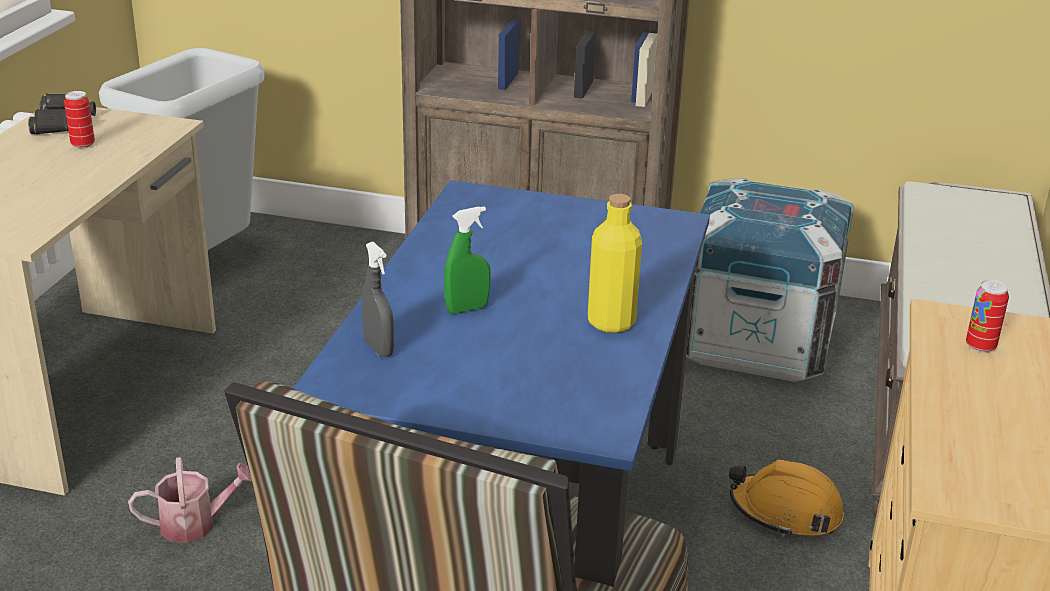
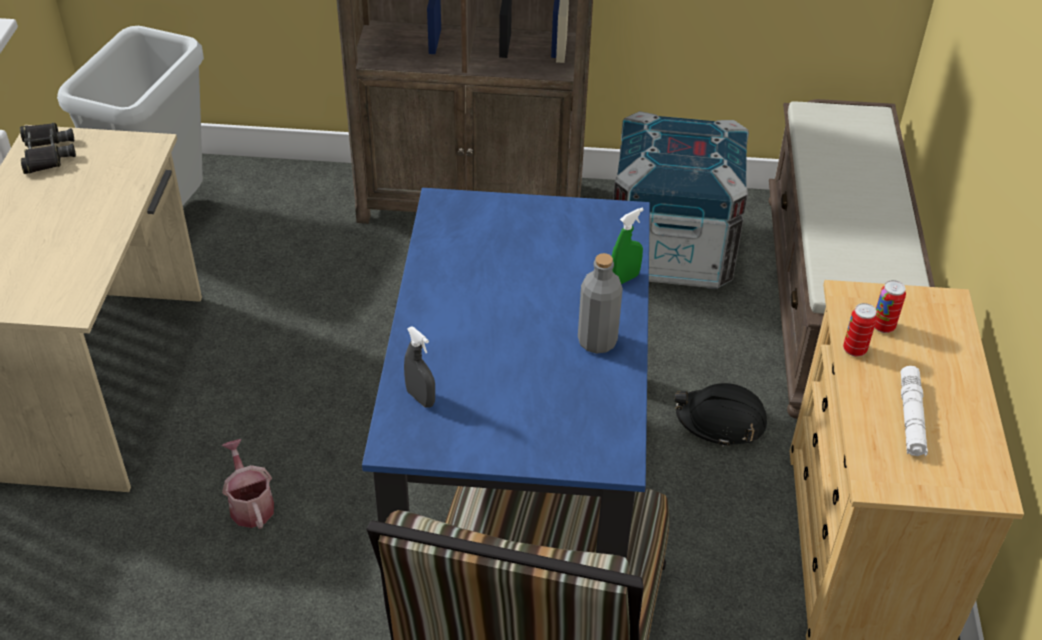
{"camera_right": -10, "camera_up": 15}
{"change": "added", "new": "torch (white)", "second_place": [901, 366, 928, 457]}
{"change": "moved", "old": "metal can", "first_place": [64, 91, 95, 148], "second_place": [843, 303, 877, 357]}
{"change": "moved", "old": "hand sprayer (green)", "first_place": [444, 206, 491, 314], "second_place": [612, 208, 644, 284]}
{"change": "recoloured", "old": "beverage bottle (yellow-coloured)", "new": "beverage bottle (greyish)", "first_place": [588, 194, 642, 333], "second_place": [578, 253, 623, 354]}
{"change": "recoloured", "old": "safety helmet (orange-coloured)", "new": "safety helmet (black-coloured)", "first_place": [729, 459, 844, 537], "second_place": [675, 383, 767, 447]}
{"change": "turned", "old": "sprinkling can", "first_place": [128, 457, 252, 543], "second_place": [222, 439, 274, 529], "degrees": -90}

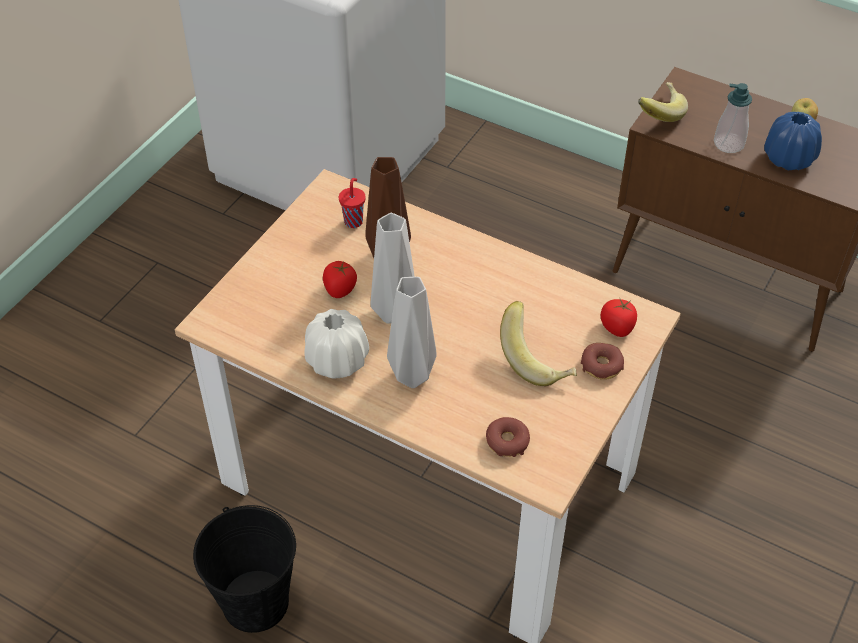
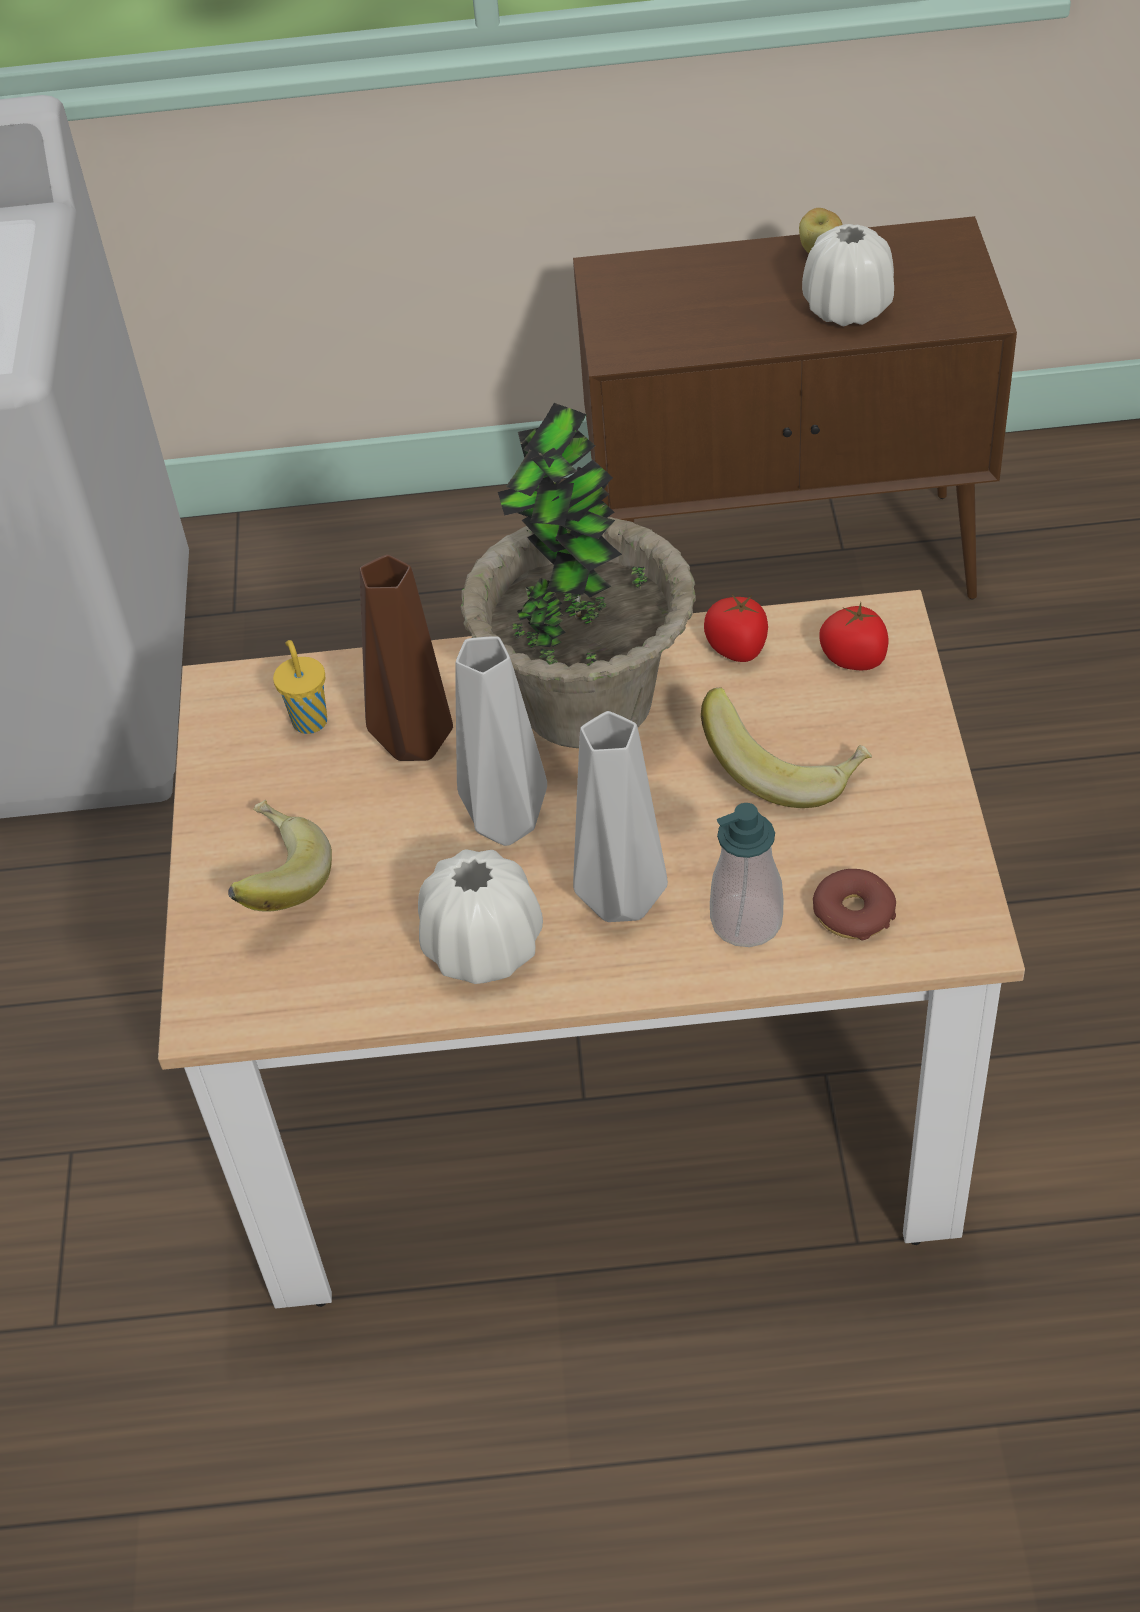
{"camera_right": -30, "camera_up": 0}
{"change": "removed", "old": "water bucket (black-coloured)", "first_place": [193, 505, 296, 633]}
{"change": "removed", "old": "donut", "first_place": [581, 343, 624, 380]}
{"change": "added", "new": "potted plant", "second_place": [460, 403, 696, 748]}
{"change": "moved", "old": "whole tomato", "first_place": [323, 261, 357, 298], "second_place": [704, 594, 768, 662]}
{"change": "moved", "old": "banana", "first_place": [638, 82, 688, 122], "second_place": [228, 800, 332, 912]}
{"change": "moved", "old": "soap bottle", "first_place": [714, 83, 752, 153], "second_place": [710, 803, 783, 947]}
{"change": "recoloured", "old": "cup (red-coloured)", "new": "cup (yellow-coloured)", "first_place": [339, 178, 366, 228], "second_place": [273, 640, 327, 734]}
{"change": "recoloured", "old": "vase (blue-coloured)", "new": "vase (white)", "first_place": [764, 112, 822, 170], "second_place": [802, 224, 894, 326]}

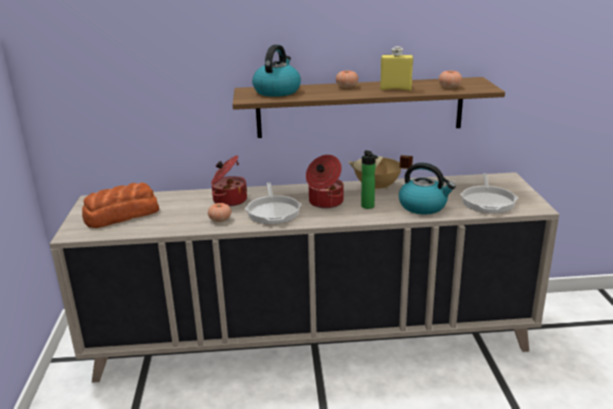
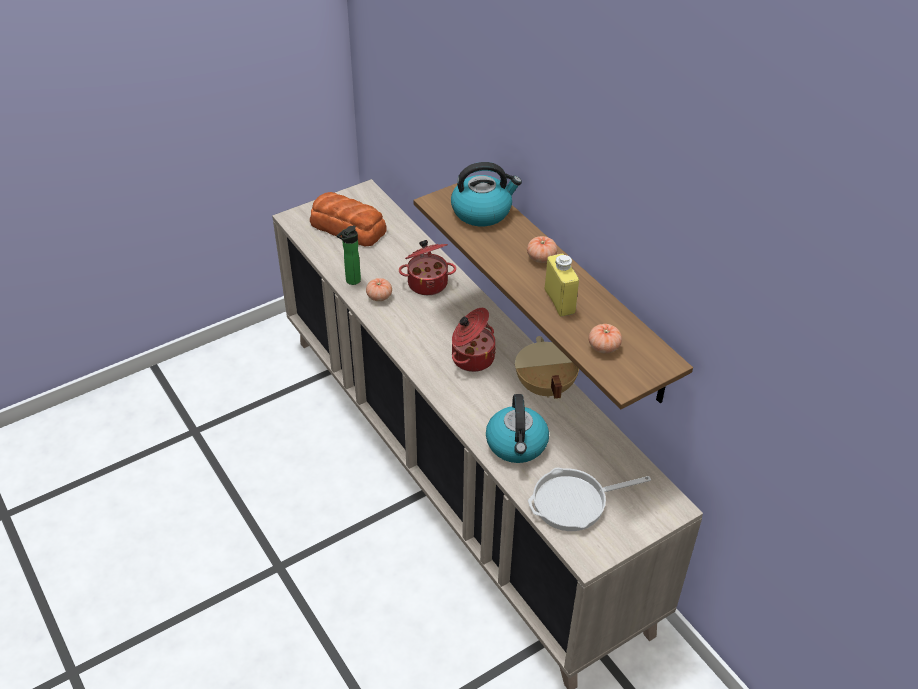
{"camera_right": 60, "camera_up": 20}
{"change": "removed", "old": "pan", "first_place": [245, 182, 302, 224]}
{"change": "moved", "old": "beverage bottle", "first_place": [361, 150, 378, 209], "second_place": [337, 225, 361, 285]}

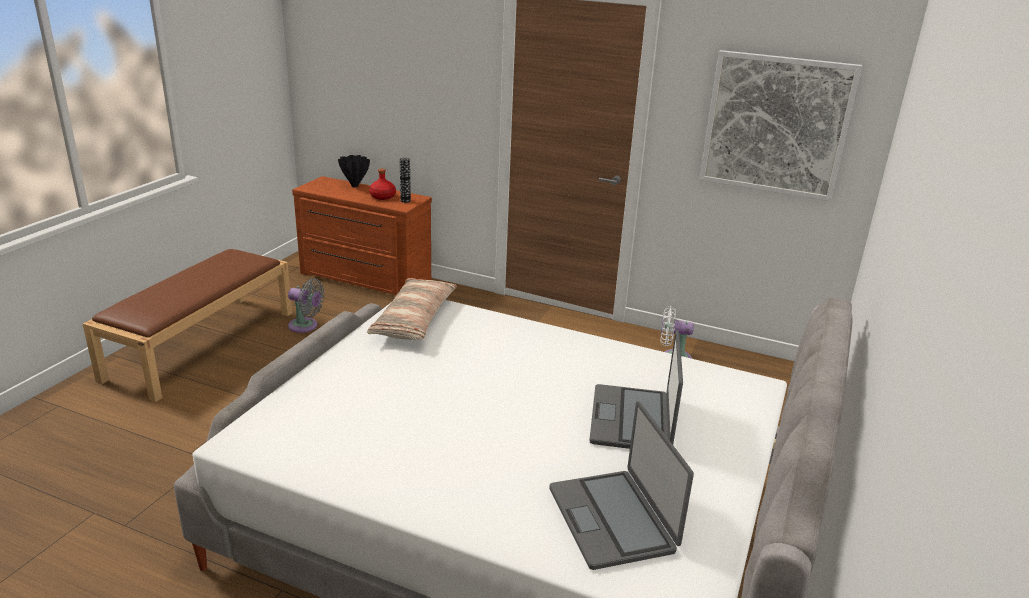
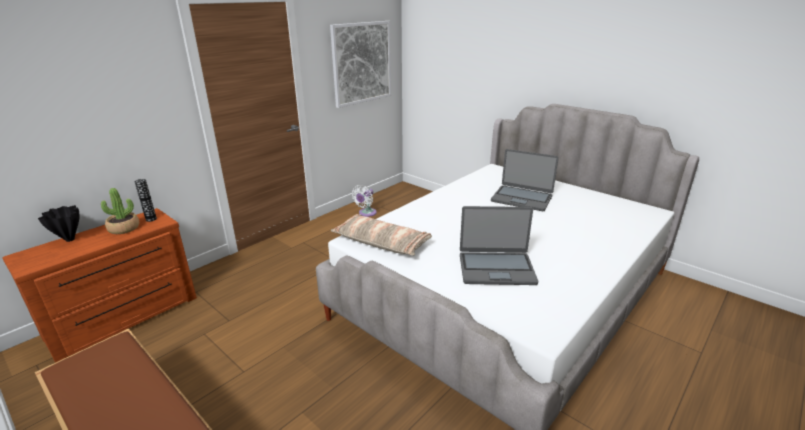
{"camera_right": -70, "camera_up": 0}
{"change": "removed", "old": "fan (greyish)", "first_place": [288, 279, 325, 333]}
{"change": "moved", "old": "laptop", "first_place": [549, 401, 694, 570], "second_place": [460, 206, 538, 285]}
{"change": "replaced", "old": "beverage bottle (red-coloured)", "new": "potted plant", "first_place": [369, 169, 396, 200], "second_place": [101, 188, 139, 234]}

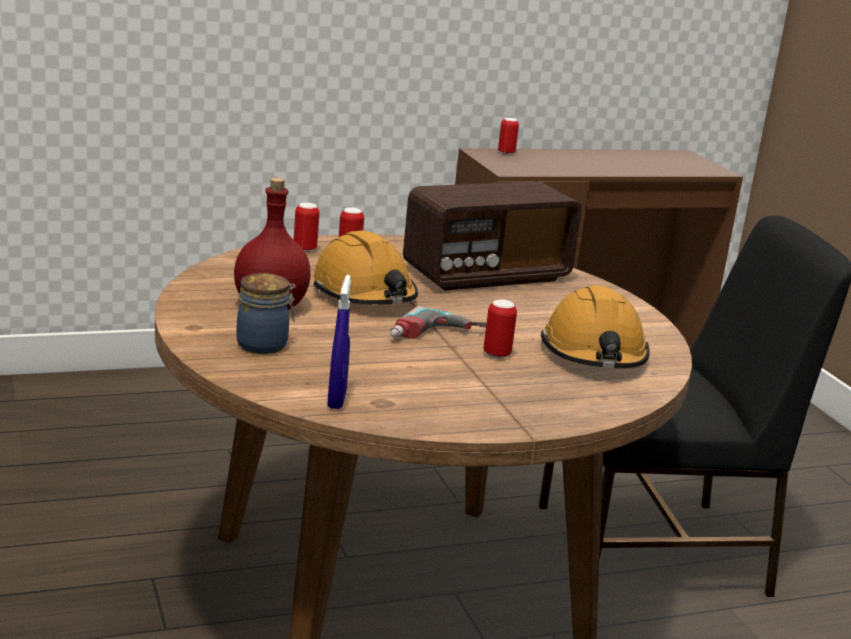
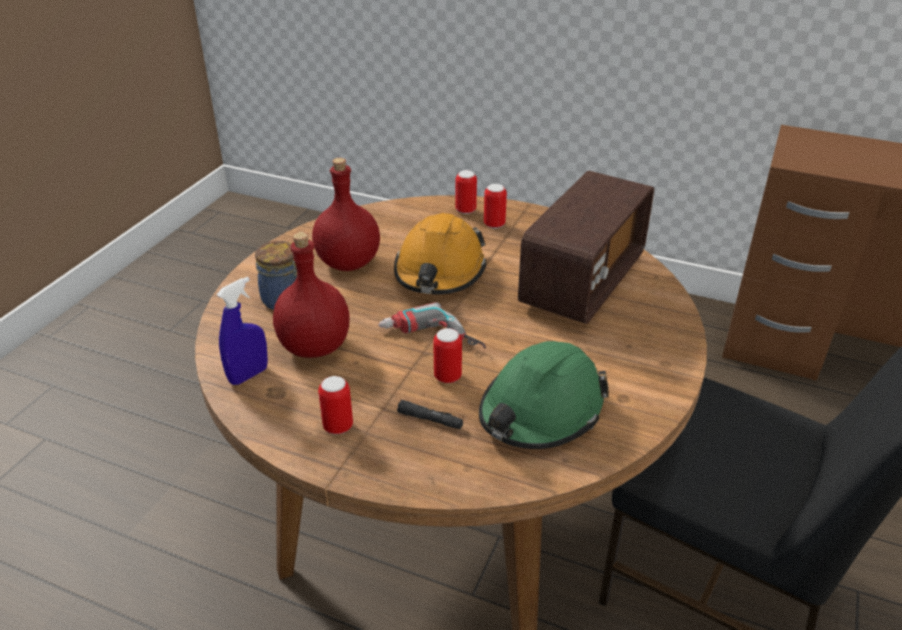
{"camera_right": 45, "camera_up": 15}
{"change": "added", "new": "beverage bottle (red-coloured)", "second_place": [273, 232, 350, 358]}
{"change": "added", "new": "torch (black-coloured)", "second_place": [397, 400, 463, 429]}
{"change": "moved", "old": "metal can", "first_place": [498, 118, 519, 155], "second_place": [318, 376, 353, 435]}
{"change": "recoloured", "old": "safety helmet (orange-coloured)", "new": "safety helmet (green)", "first_place": [541, 285, 649, 368], "second_place": [478, 341, 609, 449]}
{"change": "turned", "old": "radio", "first_place": [403, 181, 582, 291], "second_place": [518, 171, 654, 324], "degrees": -75}

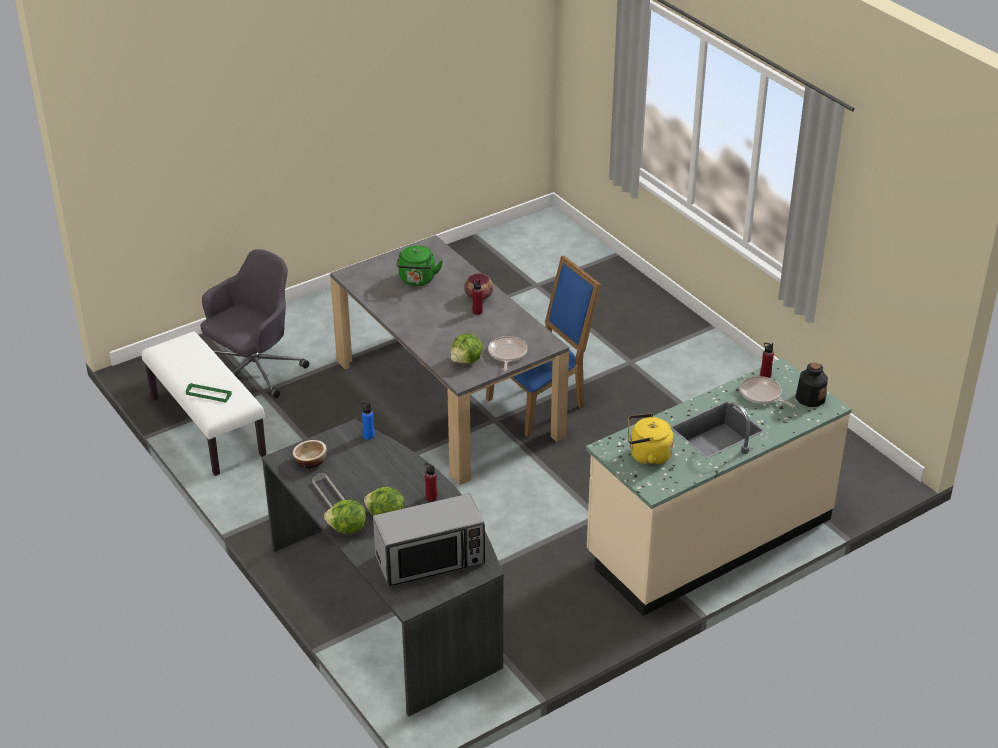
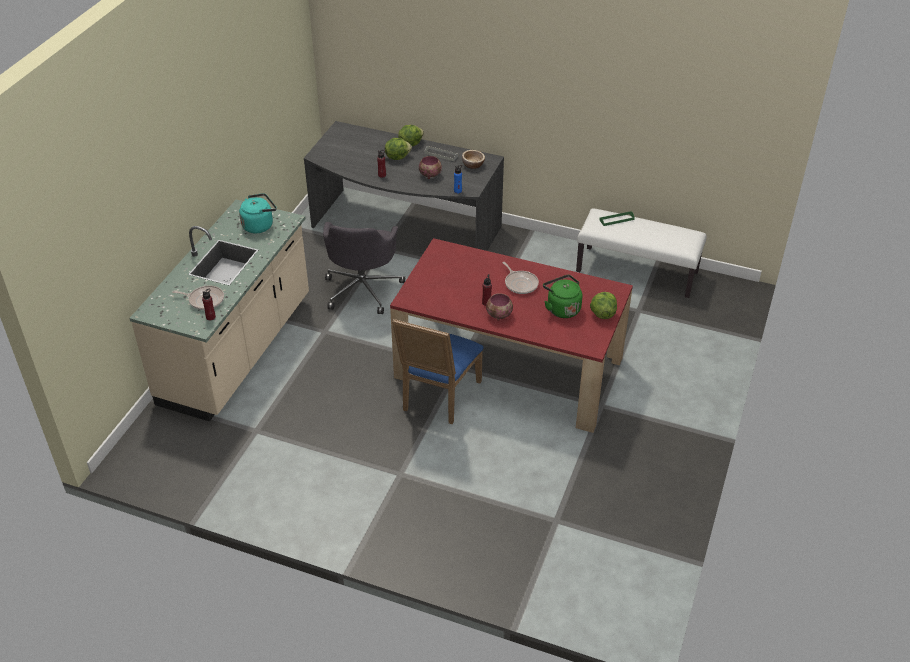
{"camera_right": 145, "camera_up": 5}
{"change": "removed", "old": "microwave oven", "first_place": [373, 494, 485, 586]}
{"change": "removed", "old": "beverage bottle", "first_place": [795, 362, 828, 407]}
{"change": "added", "new": "bowl", "second_place": [419, 156, 442, 179]}
{"change": "moved", "old": "computer chair (greyish)", "first_place": [200, 249, 309, 398], "second_place": [323, 222, 405, 314]}
{"change": "moved", "old": "lettuce", "first_place": [451, 333, 483, 364], "second_place": [590, 292, 617, 319]}
{"change": "moved", "old": "pan", "first_place": [488, 336, 527, 371], "second_place": [503, 262, 539, 294]}
{"change": "recoloured", "old": "kitchen table (greyish)", "new": "kitchen table (red-coloured)", "first_place": [330, 235, 569, 485], "second_place": [390, 238, 633, 433]}
{"change": "recoloured", "old": "kettle (yellow-coloured)", "new": "kettle (blue-green)", "first_place": [628, 413, 674, 466], "second_place": [239, 193, 277, 233]}

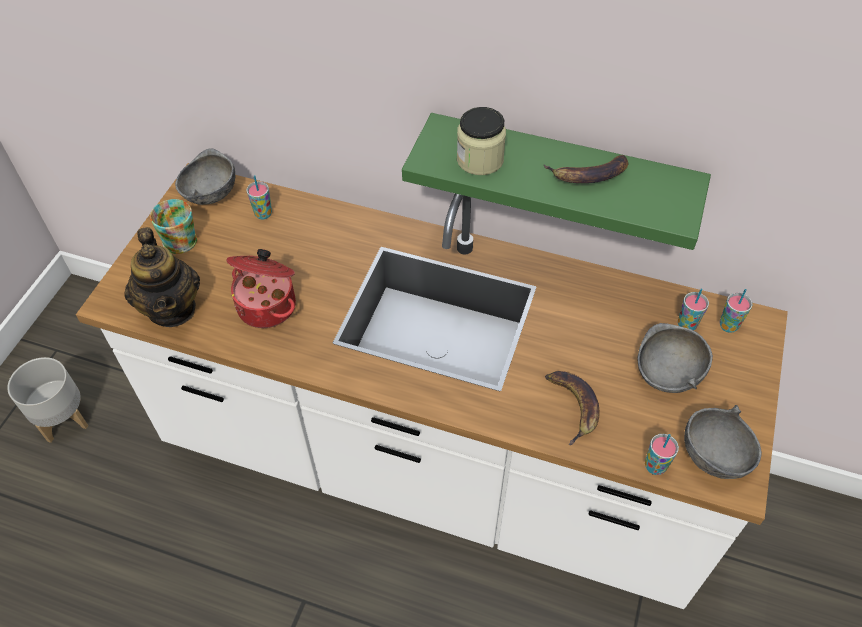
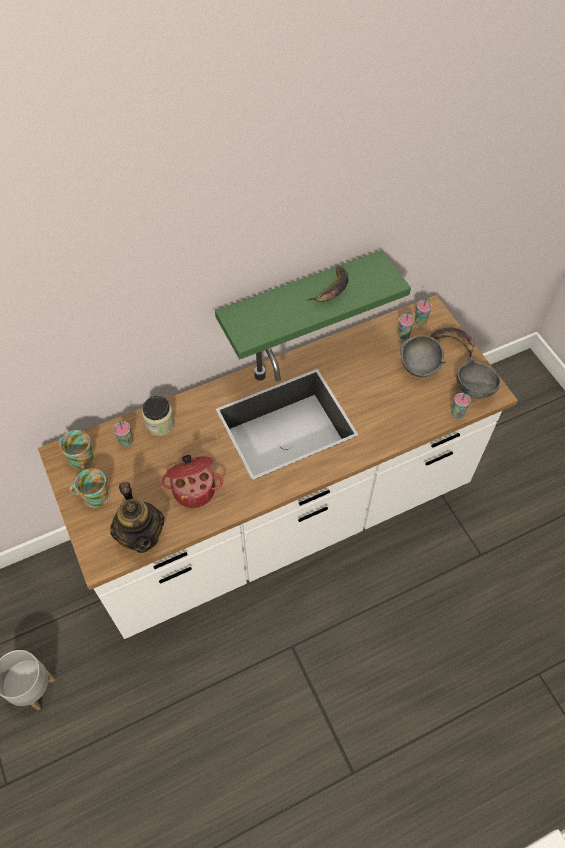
{"camera_right": -45, "camera_up": 5}
{"change": "moved", "old": "storage jar", "first_place": [457, 107, 506, 175], "second_place": [142, 396, 175, 436]}
{"change": "moved", "old": "banana", "first_place": [545, 371, 600, 445], "second_place": [430, 328, 475, 357]}
{"change": "replaced", "old": "bowl (greyish)", "new": "mug", "first_place": [175, 148, 235, 205], "second_place": [59, 430, 94, 469]}
{"change": "turned", "old": "tea pot", "first_place": [124, 227, 200, 327], "second_place": [110, 482, 165, 553], "degrees": 45}

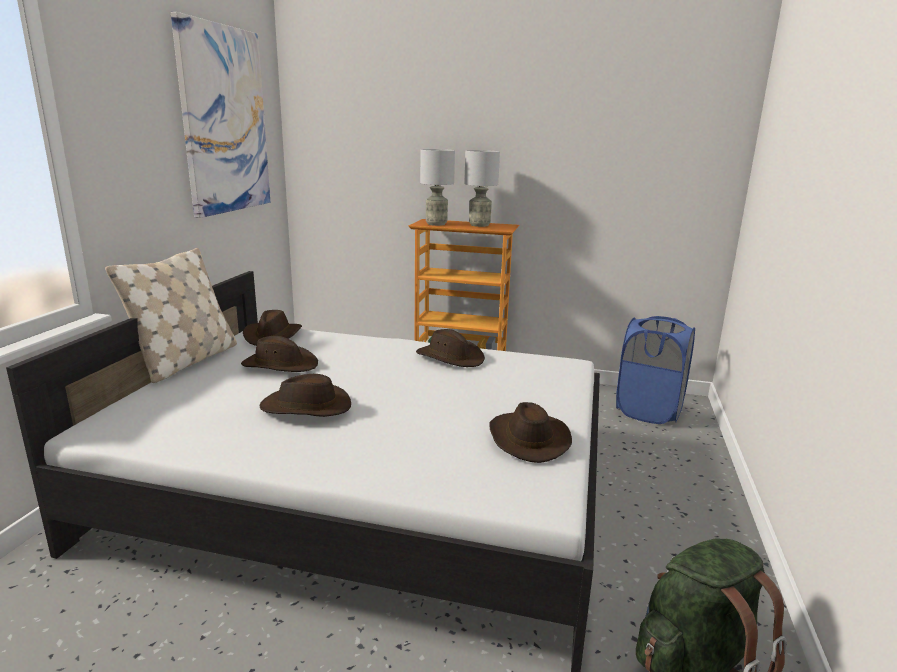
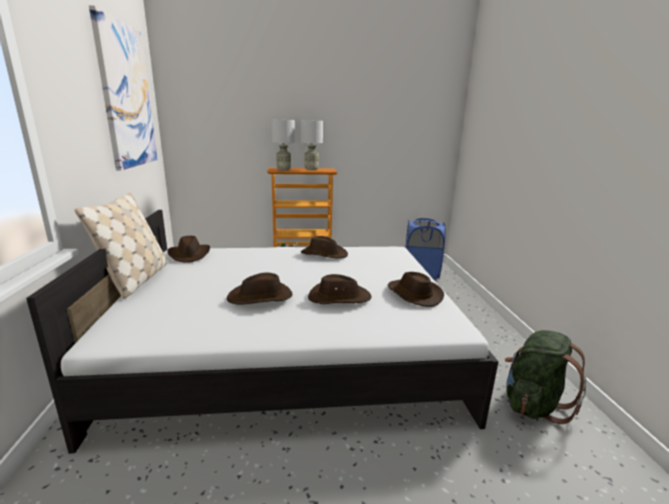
{"camera_right": -20, "camera_up": 0}
{"change": "moved", "old": "clothing hat (brown)", "first_place": [241, 336, 318, 372], "second_place": [308, 274, 371, 304]}

